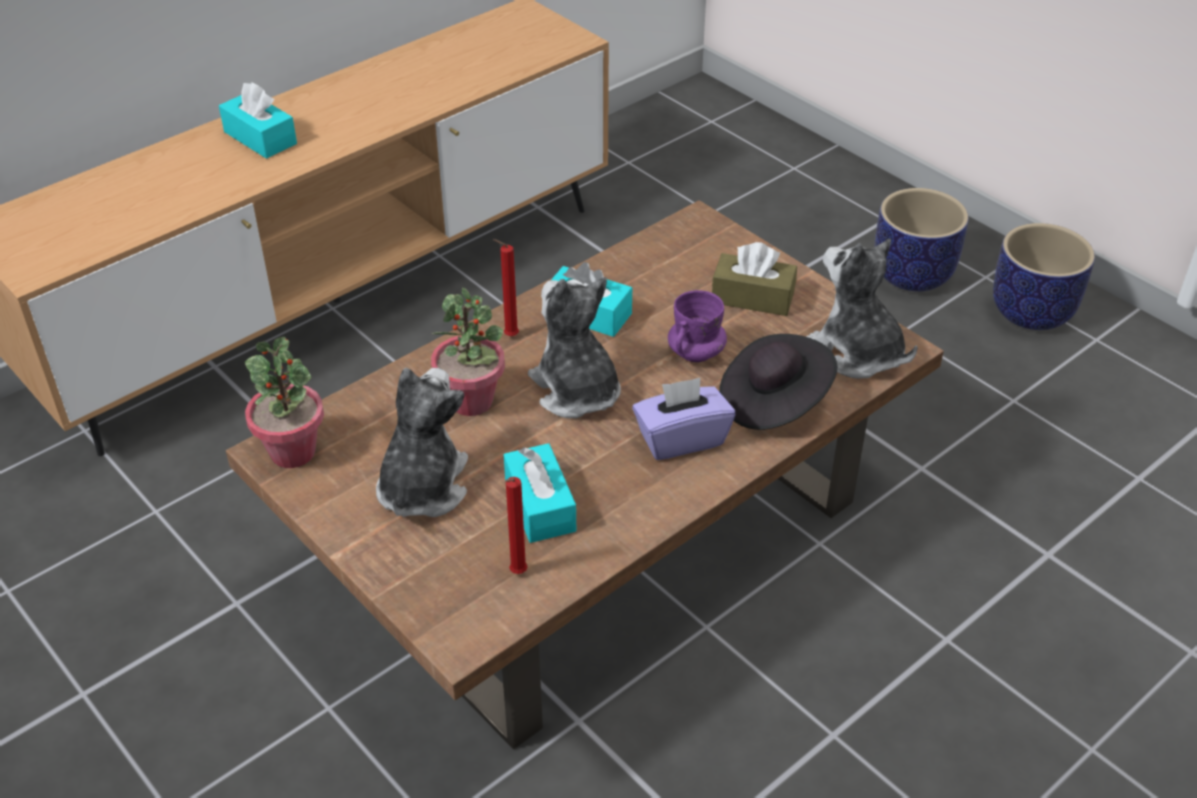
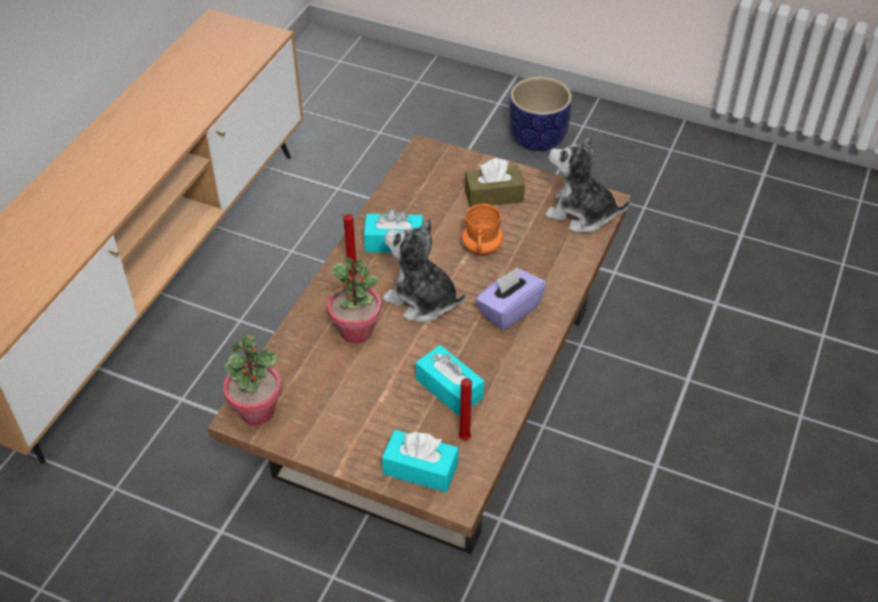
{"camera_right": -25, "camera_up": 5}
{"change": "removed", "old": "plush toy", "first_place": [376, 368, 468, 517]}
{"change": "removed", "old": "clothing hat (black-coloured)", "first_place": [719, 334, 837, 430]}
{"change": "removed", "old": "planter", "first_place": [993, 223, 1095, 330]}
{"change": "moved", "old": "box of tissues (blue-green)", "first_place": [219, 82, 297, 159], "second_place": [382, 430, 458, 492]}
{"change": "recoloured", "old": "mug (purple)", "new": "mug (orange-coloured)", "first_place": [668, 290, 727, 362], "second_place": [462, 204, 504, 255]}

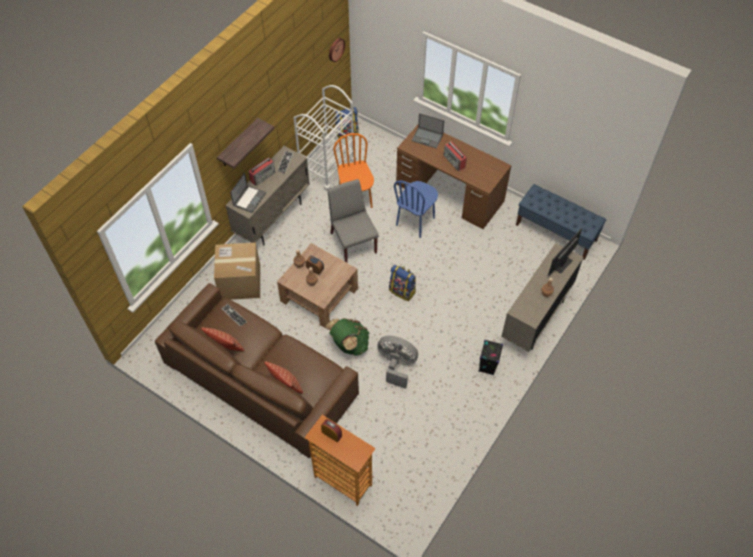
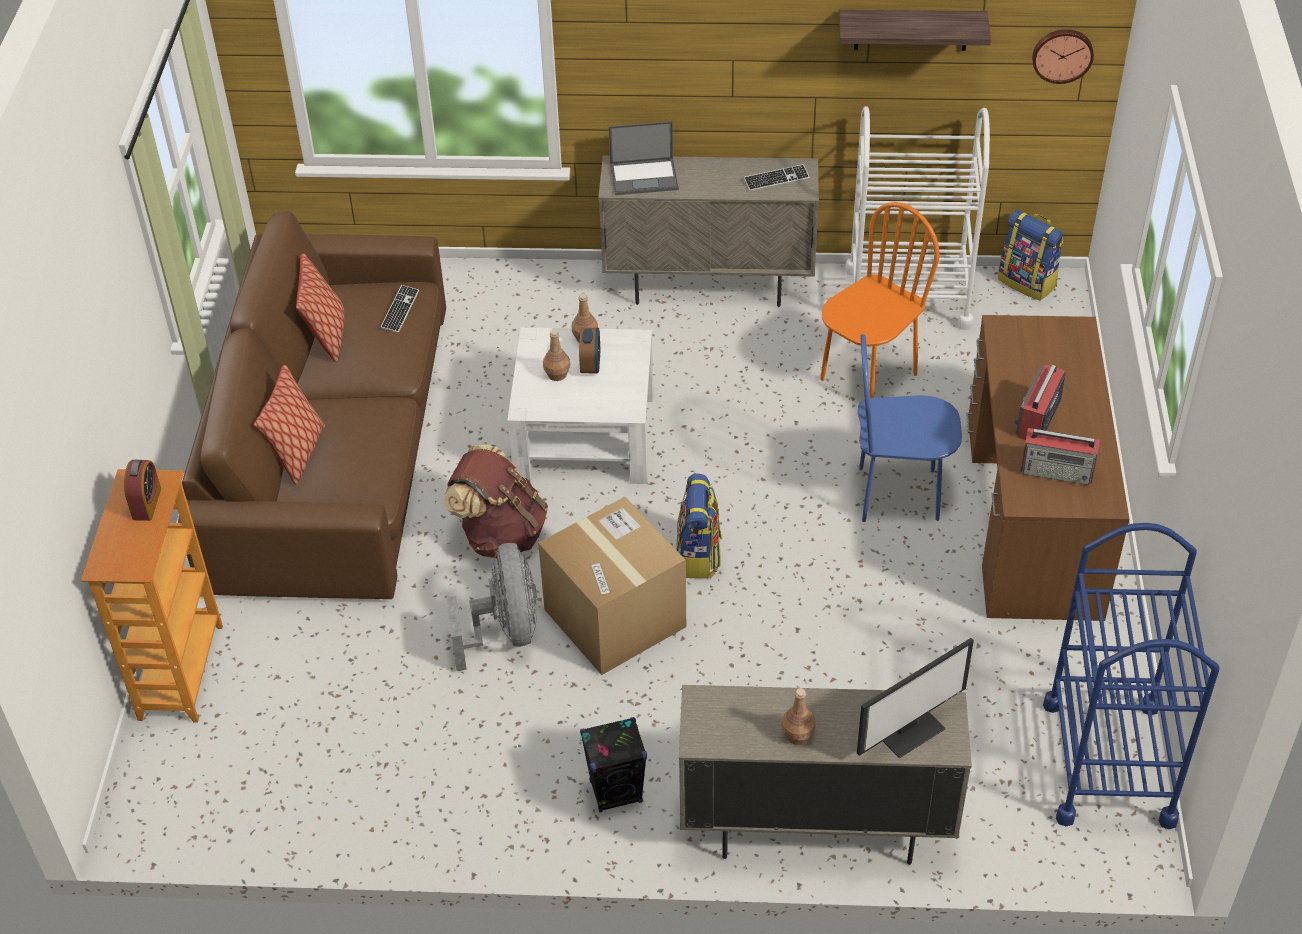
{"camera_right": 60, "camera_up": -10}
{"change": "removed", "old": "upright chair (greyish)", "first_place": [328, 179, 379, 263]}
{"change": "removed", "old": "laptop", "first_place": [412, 113, 444, 149]}
{"change": "moved", "old": "cardboard box", "first_place": [214, 242, 260, 300], "second_place": [538, 497, 686, 675]}
{"change": "moved", "old": "bracket shelf", "first_place": [217, 118, 274, 168], "second_place": [839, 10, 991, 51]}
{"change": "moved", "old": "radio", "first_place": [248, 157, 275, 186], "second_place": [1020, 428, 1100, 485]}
{"change": "replaced", "old": "bench (blue-coloured)", "new": "trolley (blue-coloured)", "first_place": [516, 184, 606, 260], "second_place": [1043, 523, 1220, 829]}
{"change": "recoloured", "old": "lounge table (brown)", "new": "lounge table (white)", "first_place": [277, 243, 358, 328], "second_place": [507, 327, 653, 484]}
{"change": "recoloured", "old": "rucksack (green)", "new": "rucksack (brown)", "first_place": [326, 318, 369, 356], "second_place": [444, 445, 548, 558]}
{"change": "turned", "old": "computer screen", "first_place": [548, 229, 582, 276], "second_place": [857, 638, 974, 758], "degrees": 135}

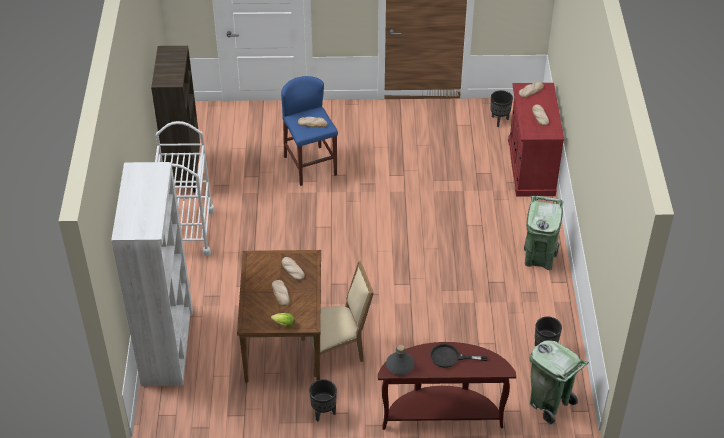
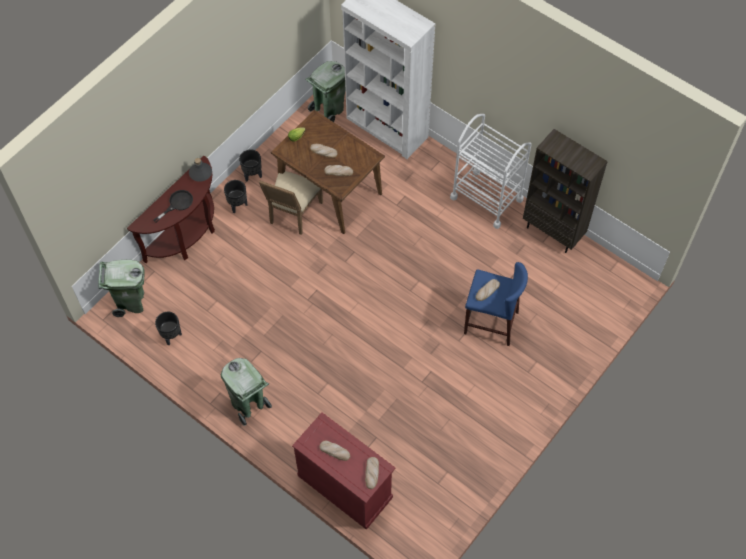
{"camera_right": 130, "camera_up": 15}
{"change": "added", "new": "waste bin (green)", "second_place": [305, 61, 345, 122]}
{"change": "moved", "old": "planter (black-coloured)", "first_place": [490, 90, 513, 127], "second_place": [224, 180, 248, 213]}

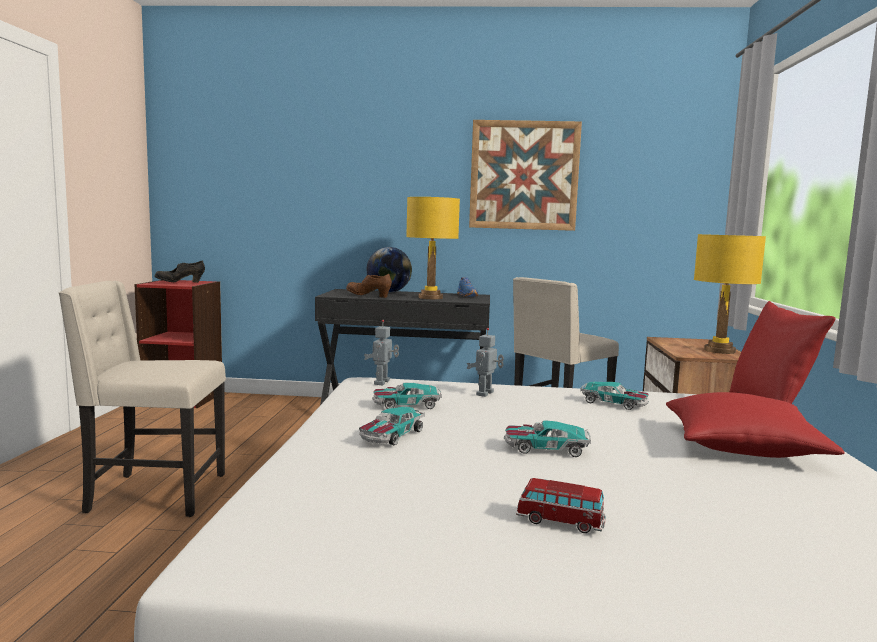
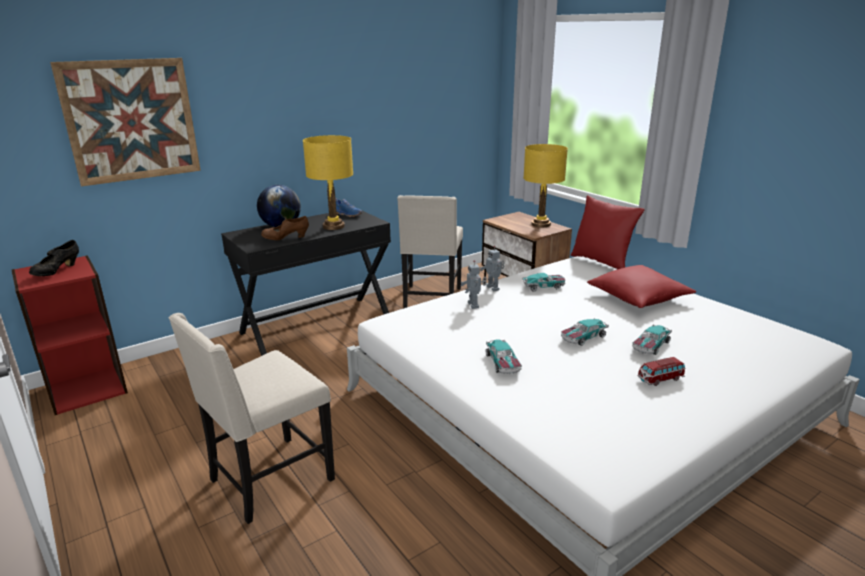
{"camera_right": -40, "camera_up": 15}
{"change": "moved", "old": "robot figure", "first_place": [364, 320, 399, 385], "second_place": [480, 246, 505, 291]}
{"change": "moved", "old": "miniature car", "first_place": [372, 383, 442, 409], "second_place": [632, 324, 672, 355]}
{"change": "moved", "old": "wall art", "first_place": [469, 120, 582, 231], "second_place": [50, 58, 201, 186]}

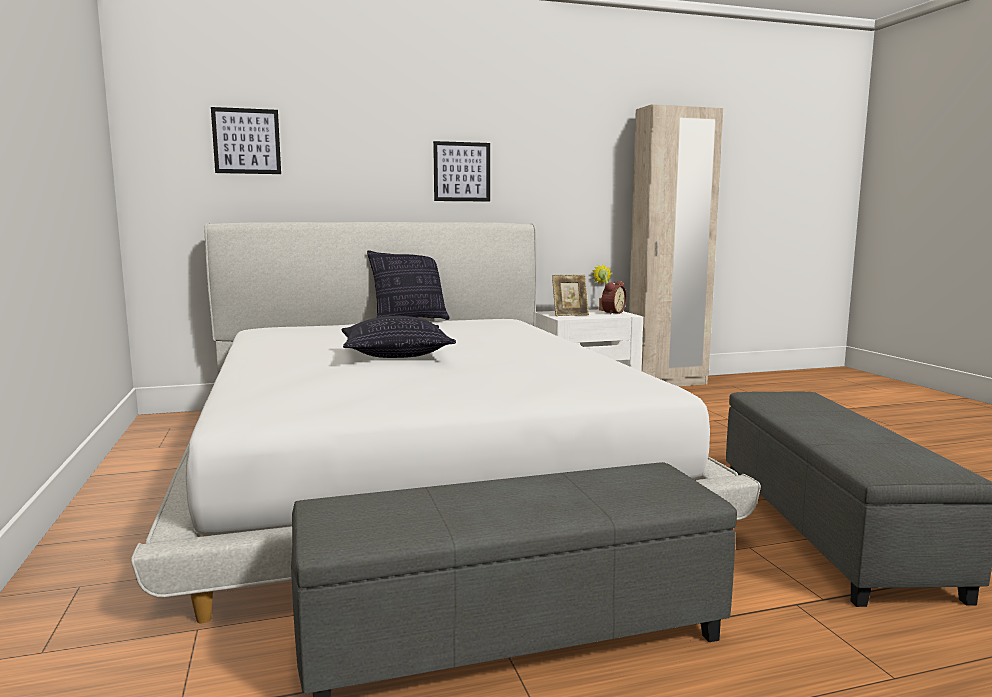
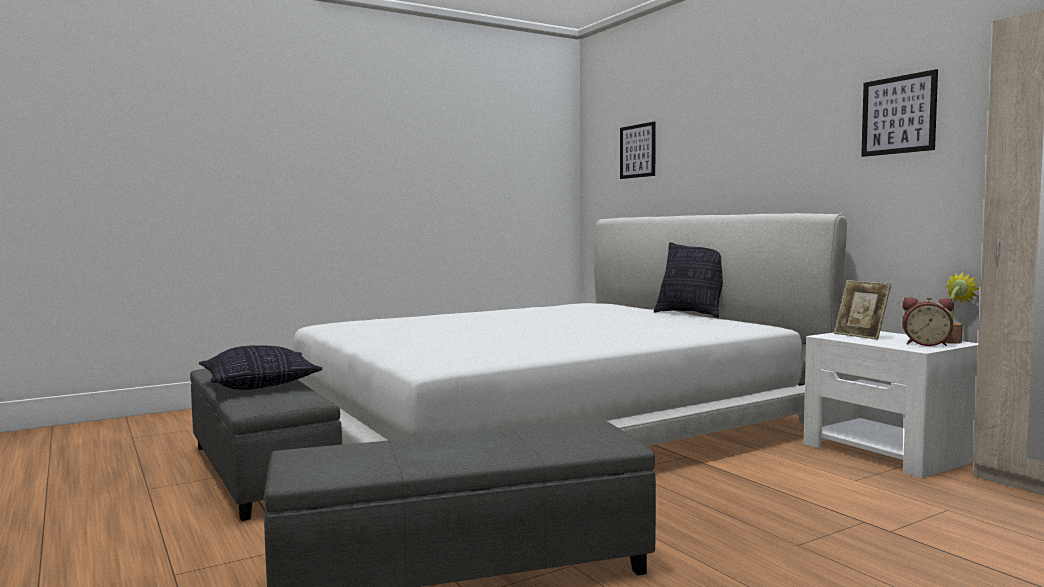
{"camera_right": 75, "camera_up": -5}
{"change": "moved", "old": "pillow", "first_place": [341, 316, 456, 358], "second_place": [199, 345, 323, 390]}
{"change": "moved", "old": "wall art", "first_place": [433, 141, 490, 202], "second_place": [861, 69, 938, 157]}

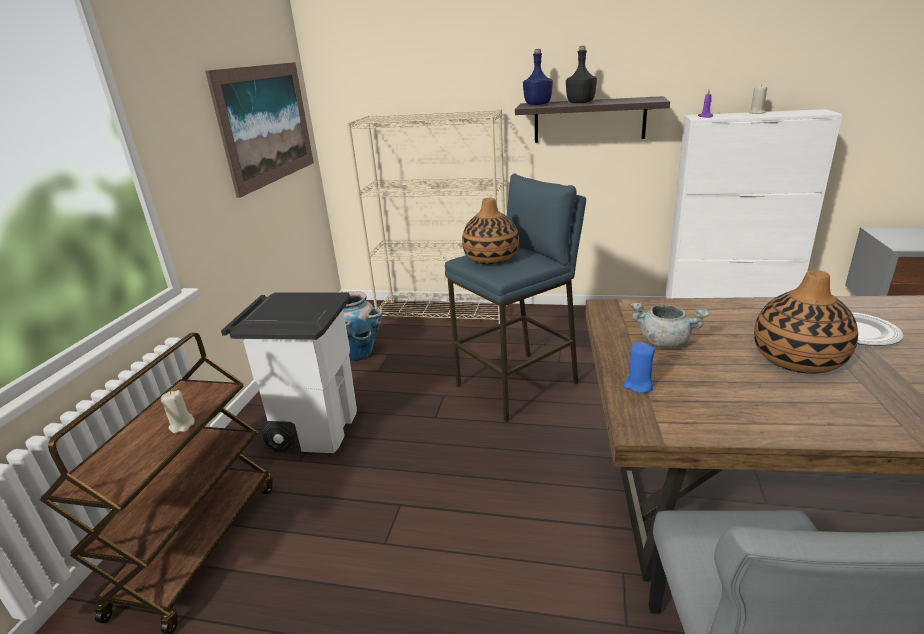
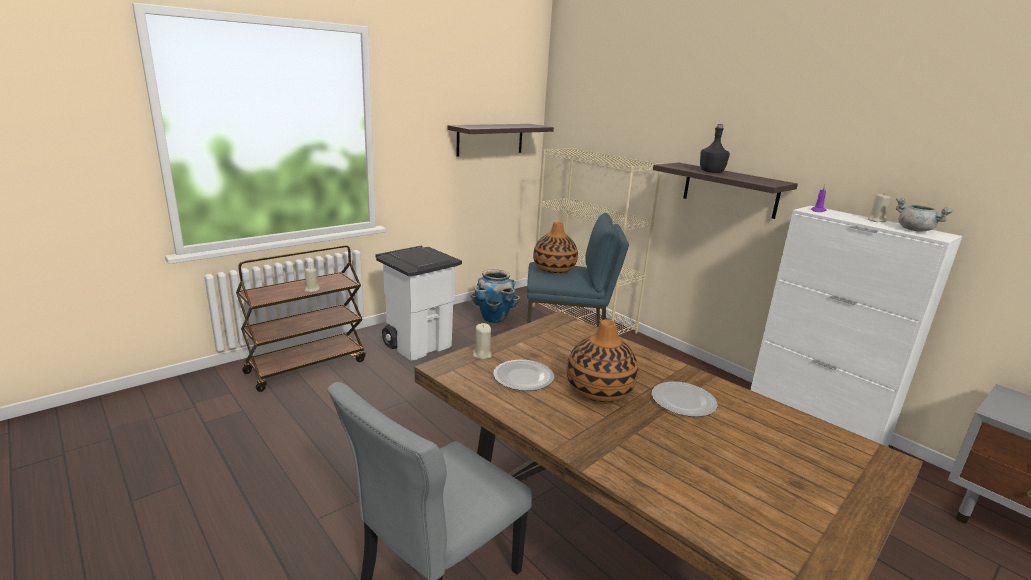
{"camera_right": 35, "camera_up": -5}
{"change": "removed", "old": "beverage bottle (blue-coloured)", "first_place": [523, 49, 553, 105]}
{"change": "added", "new": "flat dish", "second_place": [493, 360, 554, 391]}
{"change": "moved", "old": "cooking pot (greyish)", "first_place": [631, 302, 709, 347], "second_place": [896, 198, 954, 231]}
{"change": "replaced", "old": "wall art", "new": "bracket shelf", "first_place": [205, 62, 314, 198], "second_place": [447, 124, 554, 156]}
{"change": "recoloured", "old": "wax candle (blue-coloured)", "new": "wax candle (beige)", "first_place": [624, 342, 655, 393], "second_place": [472, 323, 492, 359]}

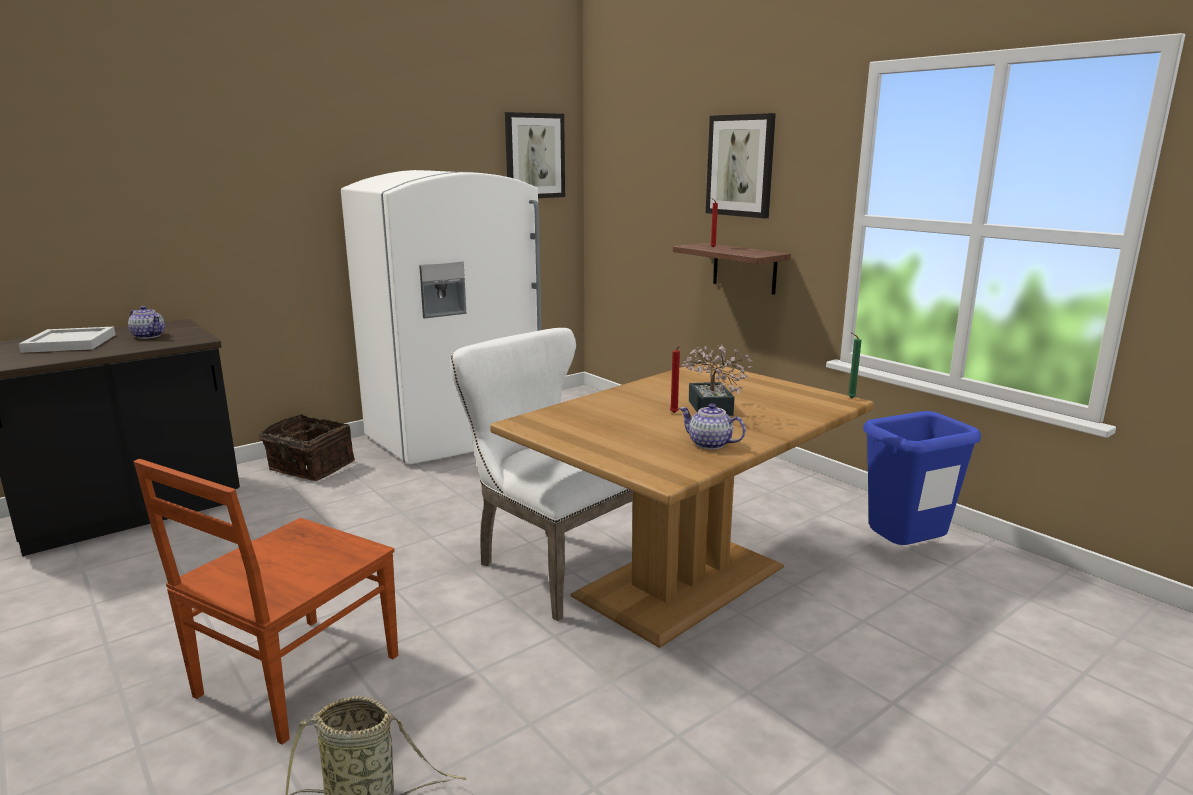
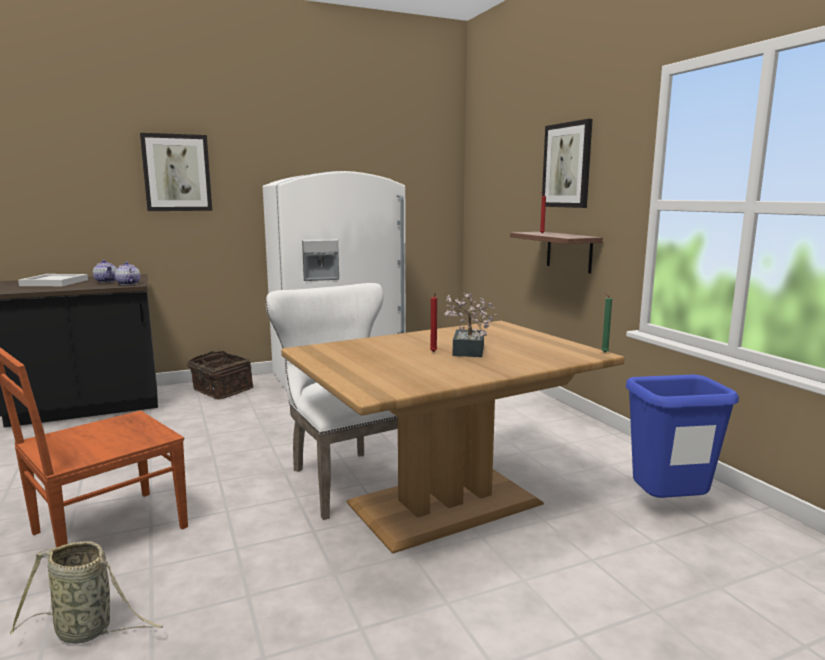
{"camera_right": 15, "camera_up": -5}
{"change": "moved", "old": "wall art", "first_place": [505, 112, 565, 198], "second_place": [140, 133, 212, 211]}
{"change": "moved", "old": "tea pot", "first_place": [679, 403, 746, 450], "second_place": [115, 262, 140, 285]}

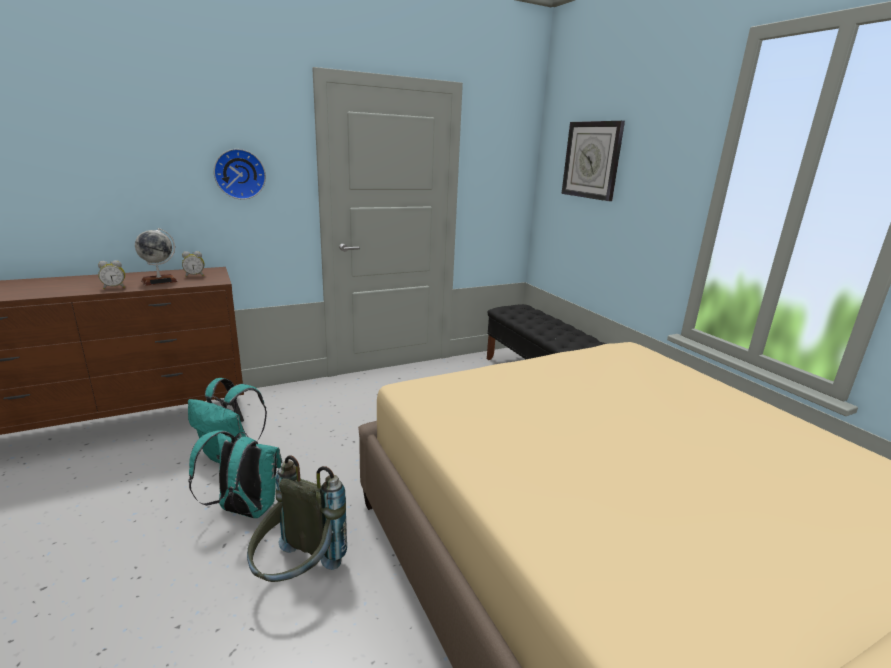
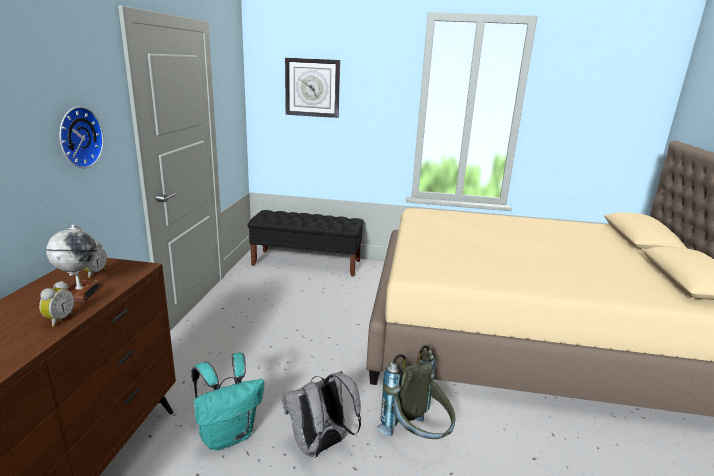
{"camera_right": -55, "camera_up": 0}
{"change": "recoloured", "old": "rucksack (blue-green)", "new": "rucksack (greyish)", "first_place": [188, 430, 282, 518], "second_place": [282, 371, 361, 457]}

